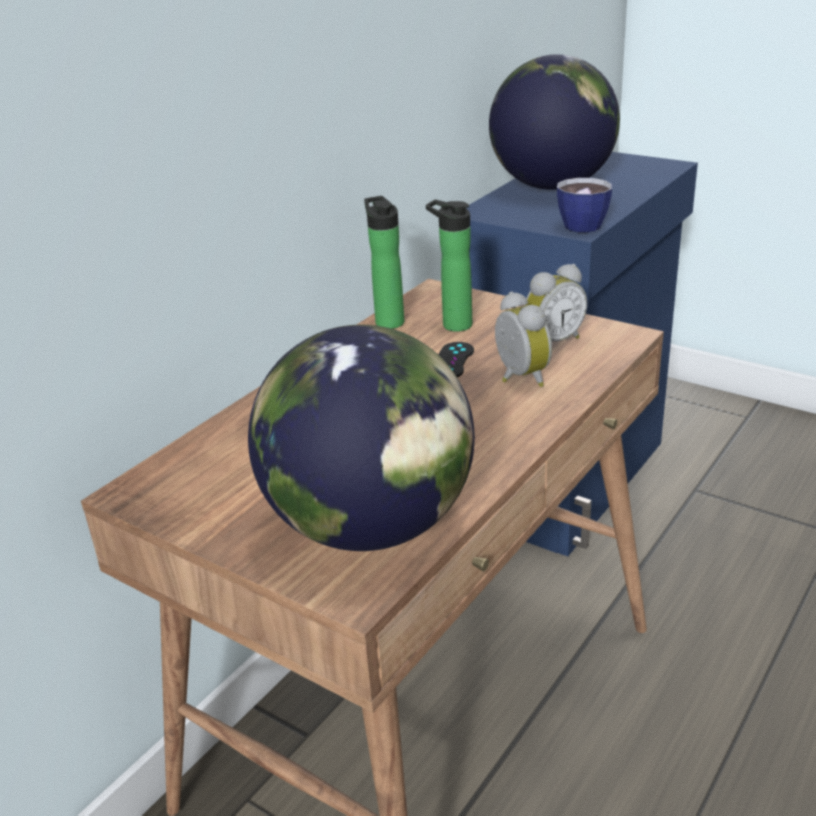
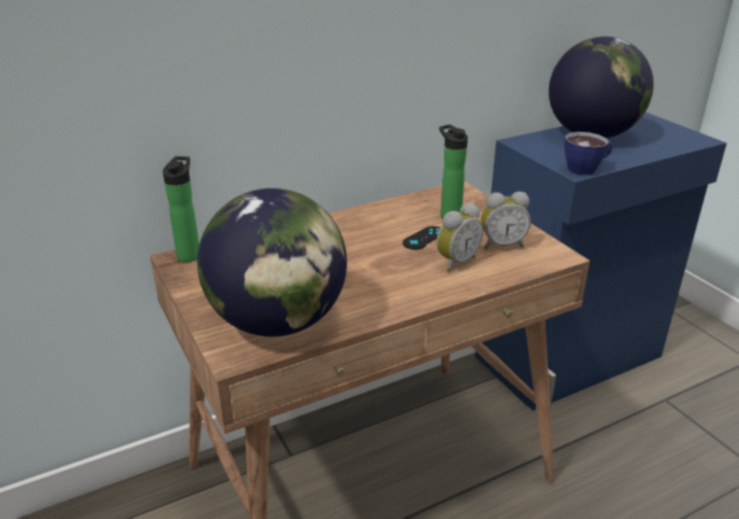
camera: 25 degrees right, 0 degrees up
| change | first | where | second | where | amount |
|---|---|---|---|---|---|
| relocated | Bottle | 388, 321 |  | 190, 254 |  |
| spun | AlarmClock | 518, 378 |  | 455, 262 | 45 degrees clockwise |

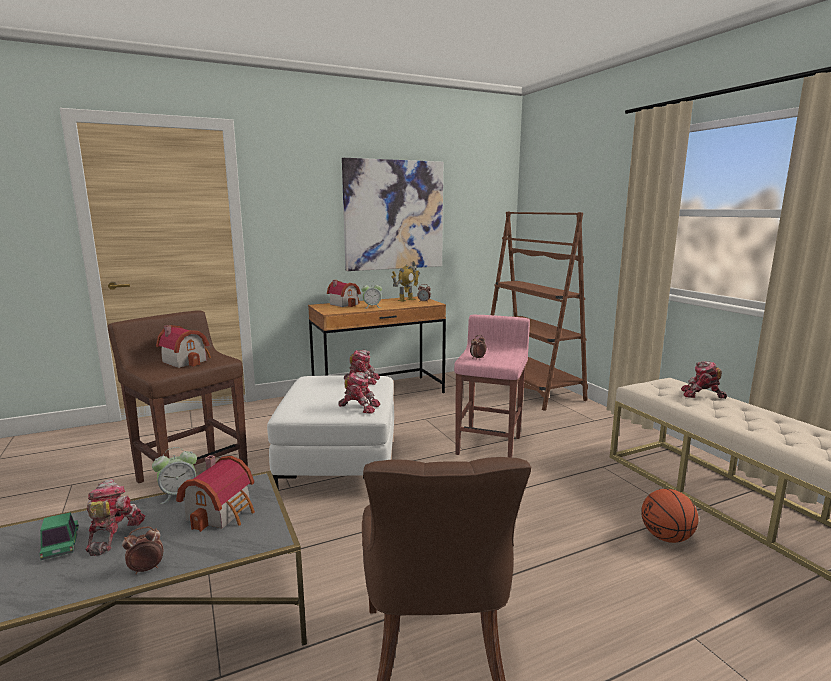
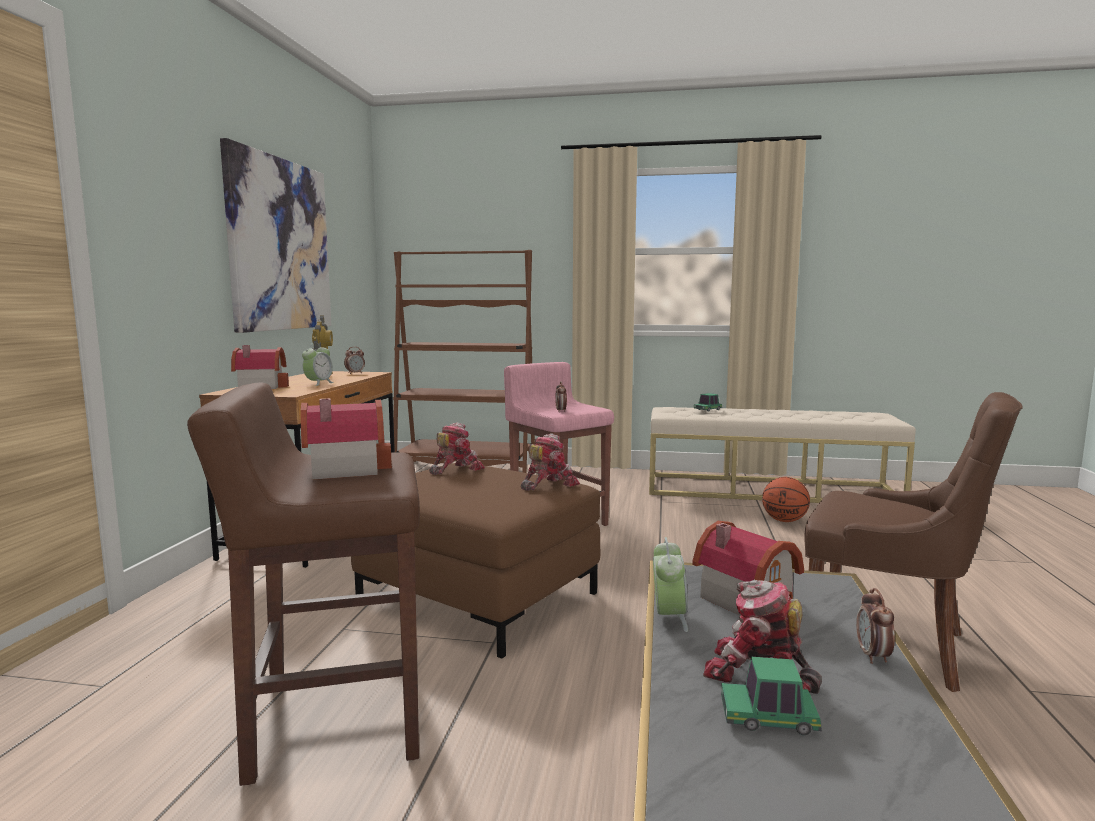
camera: 55 degrees left, 5 degrees down
| change | first | where | second | where | amount |
|---|---|---|---|---|---|
| exchanged | ToyRobot | 702, 395 | ToyCar | 707, 410 |  |
| colour | WhiteOttoman | 339, 463 | BrownOttoman | 476, 597 |  |

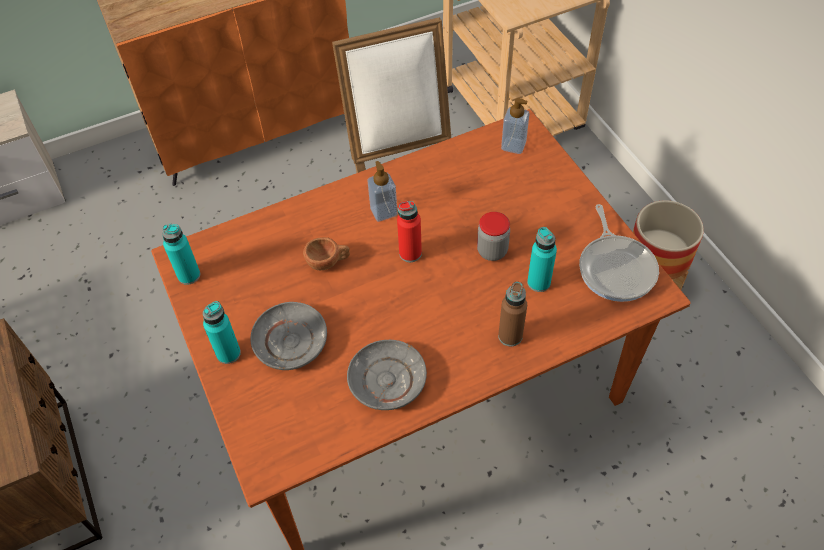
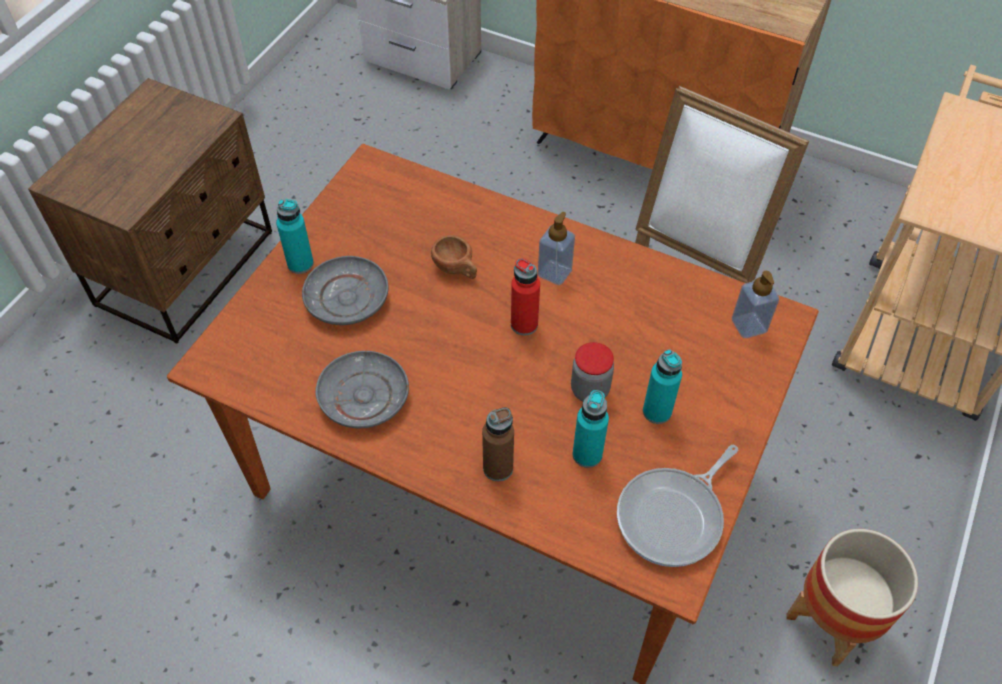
camera: 50 degrees right, 0 degrees up
| change | first | where | second | where | amount |
|---|---|---|---|---|---|
| relocated | TurquoiseBottle | 189, 275 |  | 657, 411 |  |

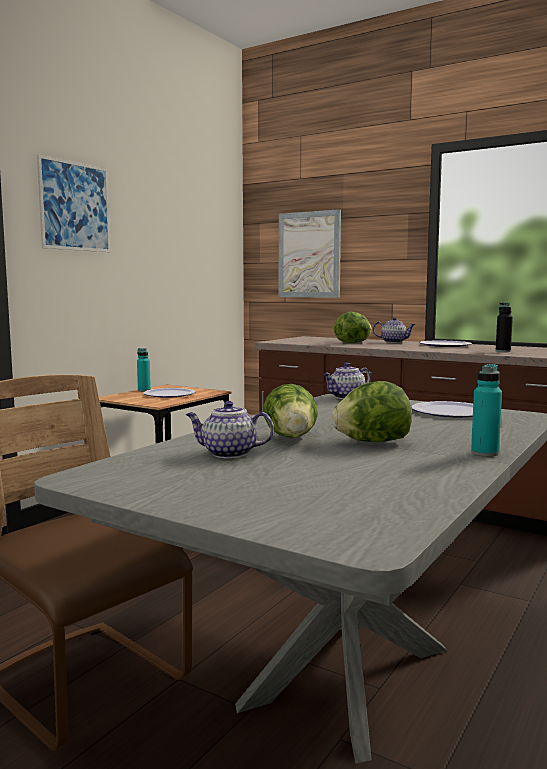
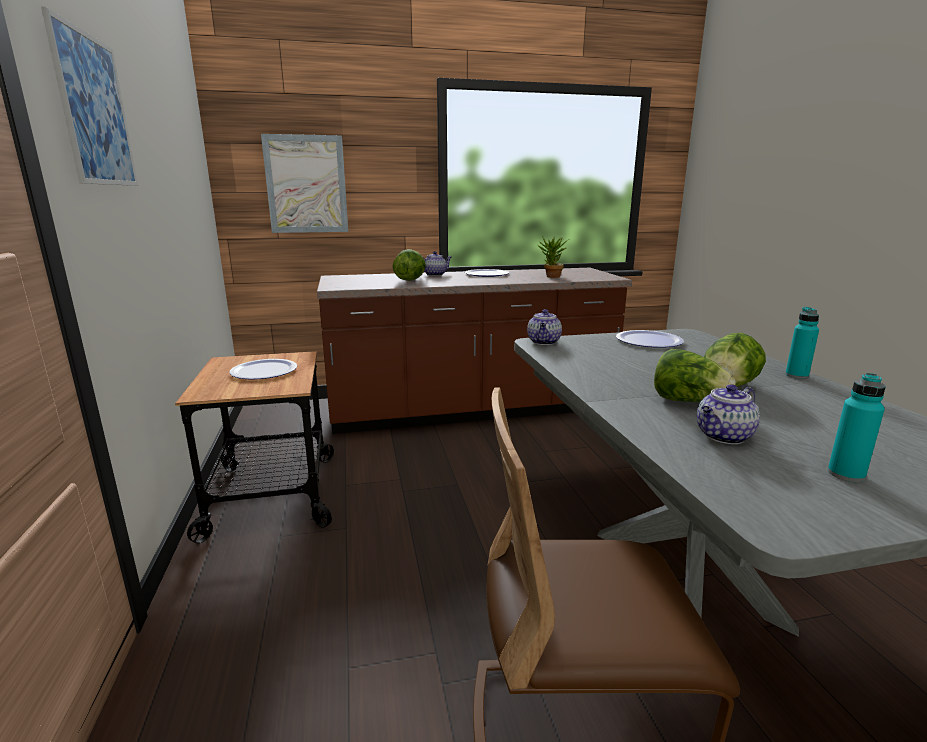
camera: 45 degrees left, 10 degrees up
| change | first | where | second | where | amount |
|---|---|---|---|---|---|
| relocated | TurquoiseBottle | 144, 390 |  | 846, 474 |  |
| exchanged | BlackBottle | 503, 351 | PottedPlant | 551, 277 |  |

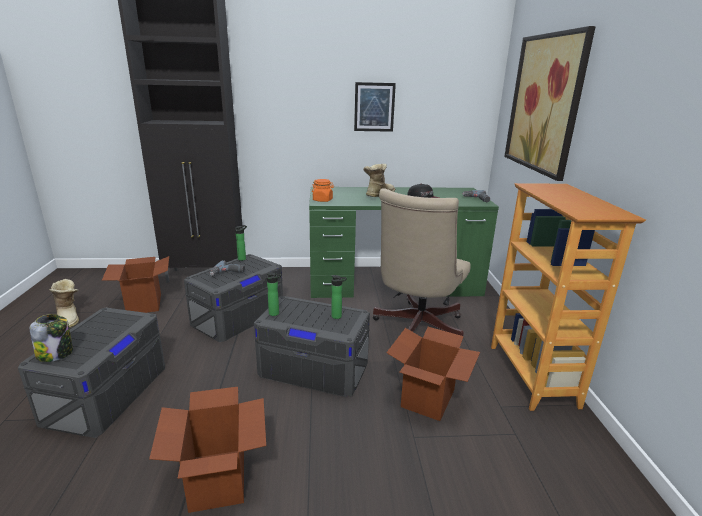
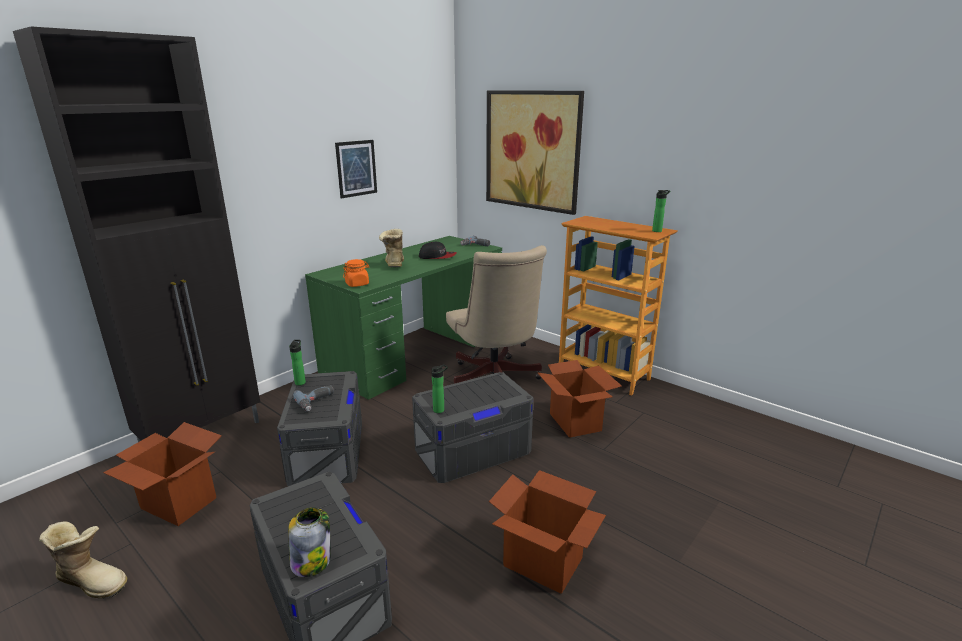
camera: 45 degrees left, 0 degrees up
| change | first | where | second | where | amount |
|---|---|---|---|---|---|
| relocated | Bottle | 338, 316 |  | 658, 231 |  |

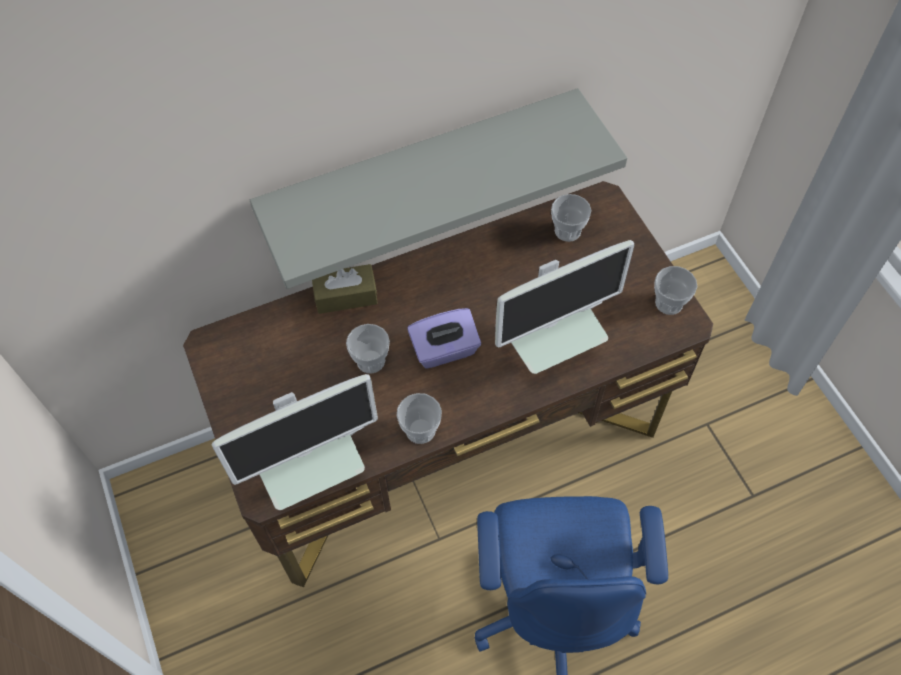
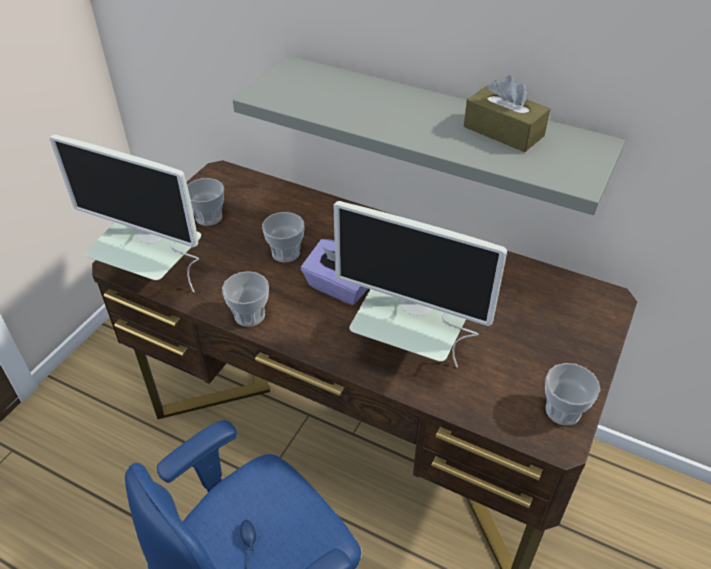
camera: 50 degrees right, 15 degrees down
| change | first | where | second | where | amount |
|---|---|---|---|---|---|
| relocated | BrownTissueBox | 346, 296 |  | 503, 131 |  |
| relocated | Cup | 567, 231 |  | 209, 217 |  |

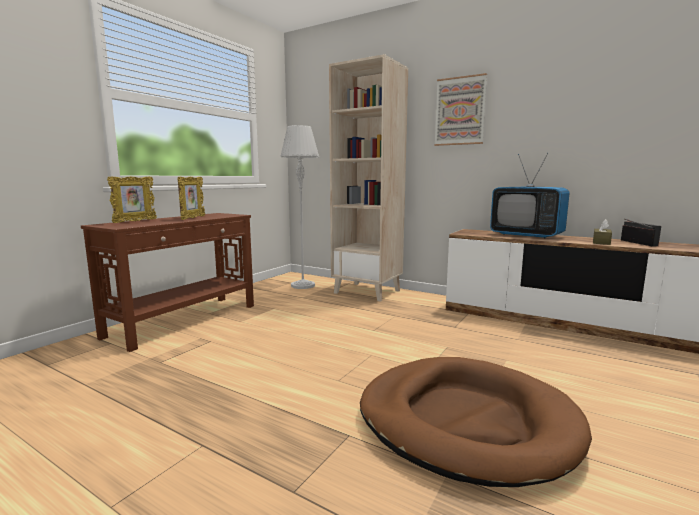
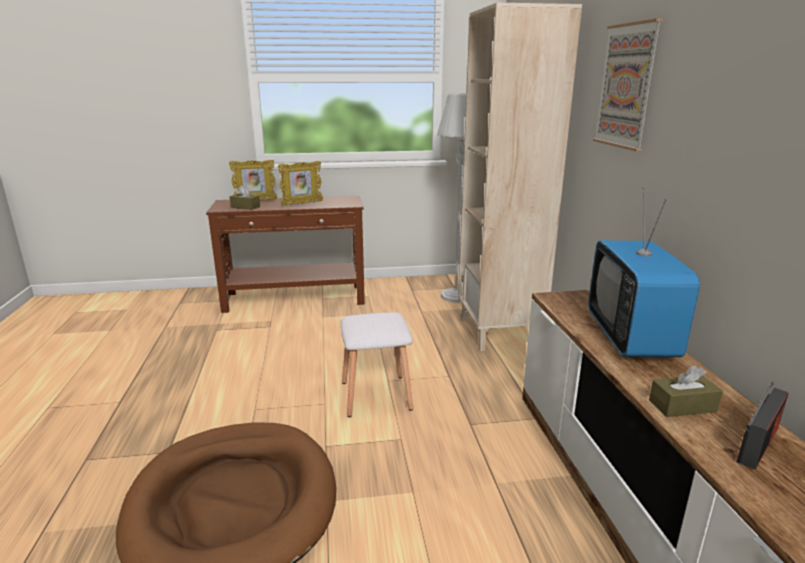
camera: 50 degrees right, 10 degrees up
| change | first | where | second | where | amount |
|---|---|---|---|---|---|
| appeared |  |  | BrownTissueBox | 245, 207 |  |
| appeared |  |  | WhiteStool | 377, 395 |  |

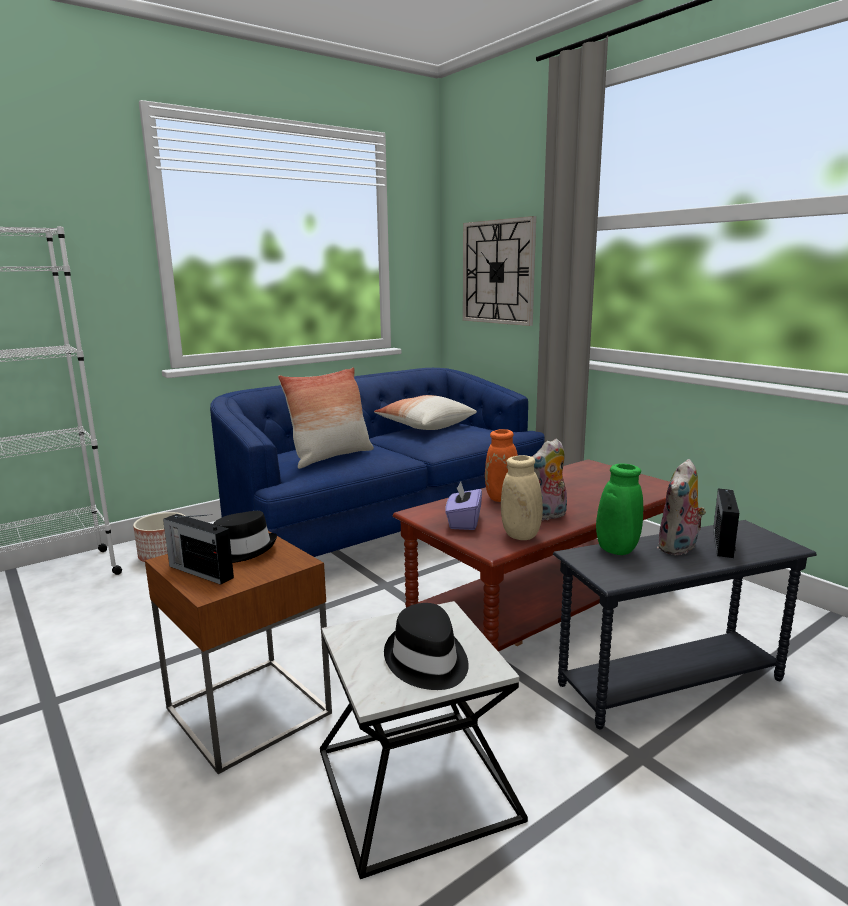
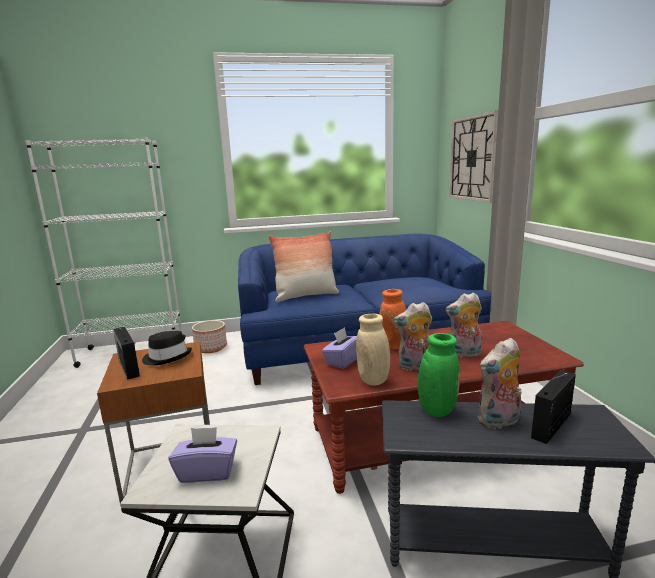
camera: 25 degrees right, 0 degrees up
| change | first | where | second | where | amount |
|---|---|---|---|---|---|
| missing | Pillow | 425, 426 |  |  |  |
| appeared |  |  | PlushToy | 464, 354 |  |
| exchanged | BlackHat | 426, 661 | PurpleTissueBox | 207, 471 |  |

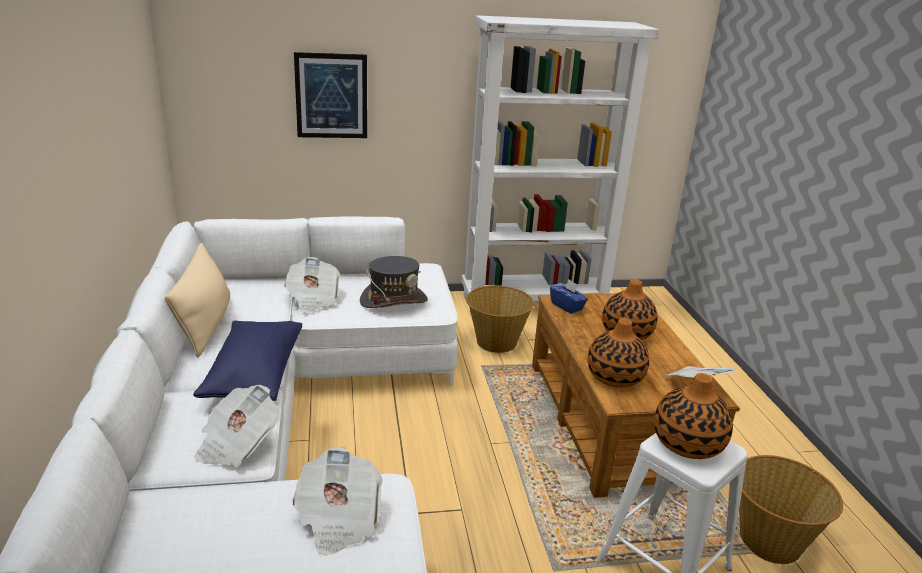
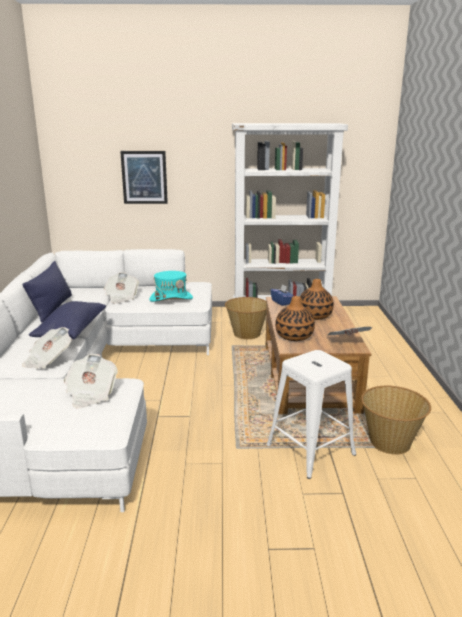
camera: 10 degrees right, 5 degrees down
| change | first | where | second | where | amount |
|---|---|---|---|---|---|
| missing | Vase | 687, 443 |  |  |  |
| colour | BeigePillow | 205, 324 | BluePillow | 52, 308 |  |
| colour | GreyHat | 393, 300 | TurquoiseHat | 171, 298 |  |

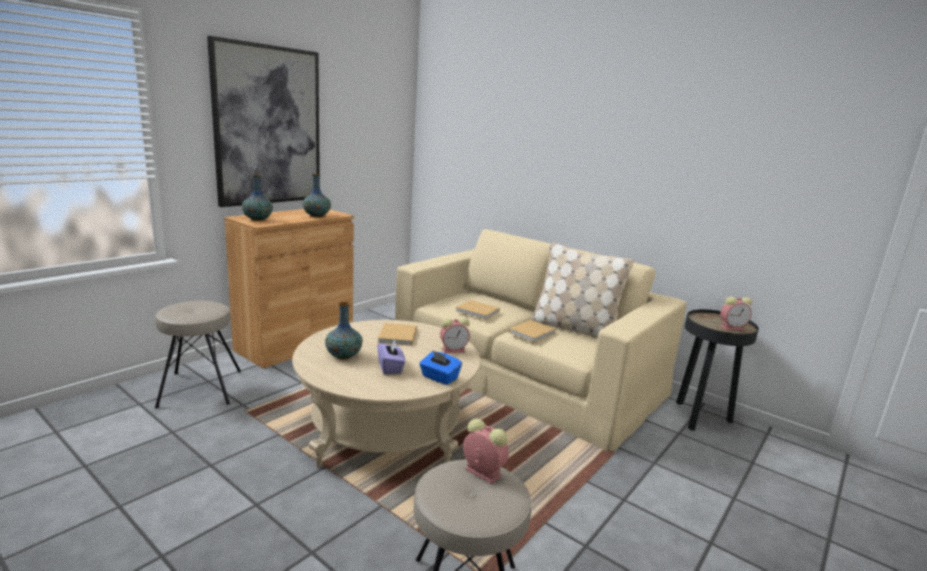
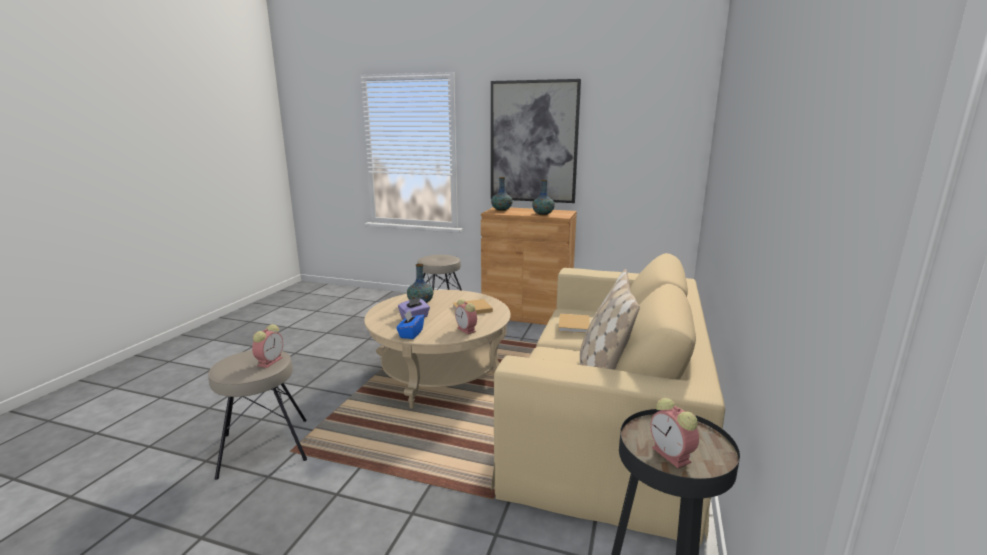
camera: 70 degrees right, 0 degrees up
| change | first | where | second | where | amount |
|---|---|---|---|---|---|
| missing | BeigeBook | 533, 332 |  |  |  |

